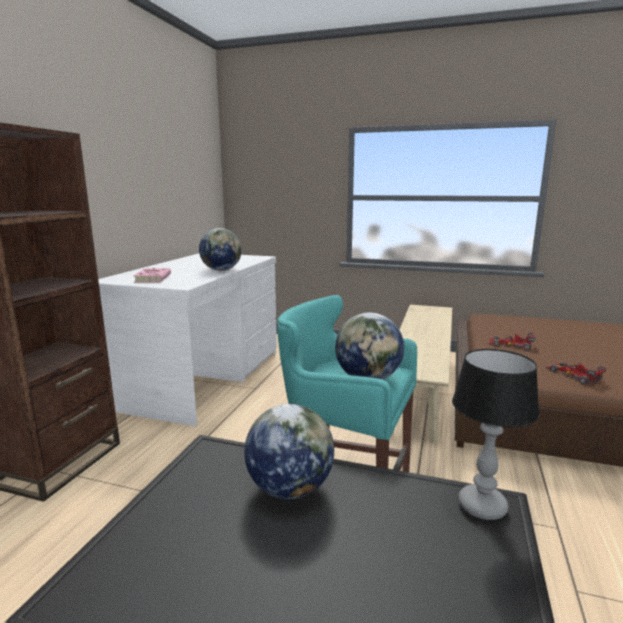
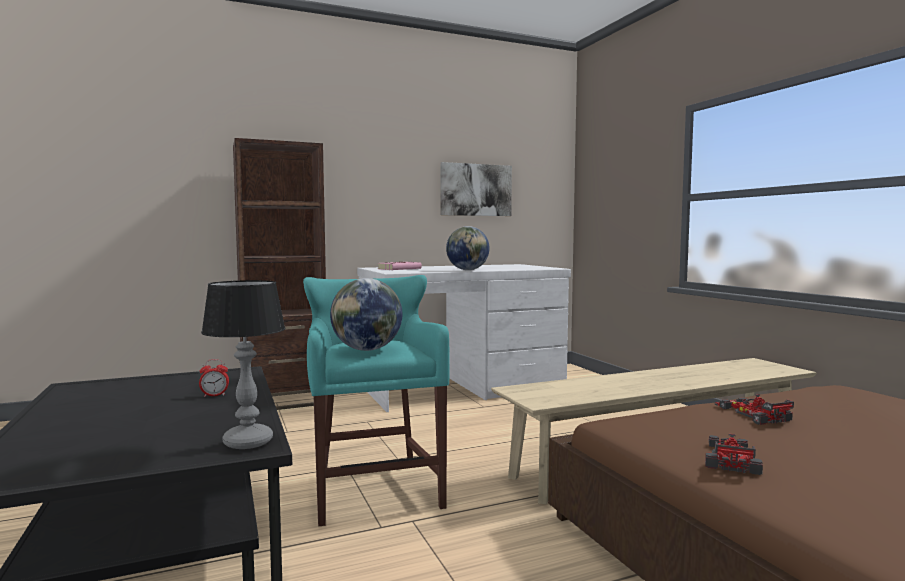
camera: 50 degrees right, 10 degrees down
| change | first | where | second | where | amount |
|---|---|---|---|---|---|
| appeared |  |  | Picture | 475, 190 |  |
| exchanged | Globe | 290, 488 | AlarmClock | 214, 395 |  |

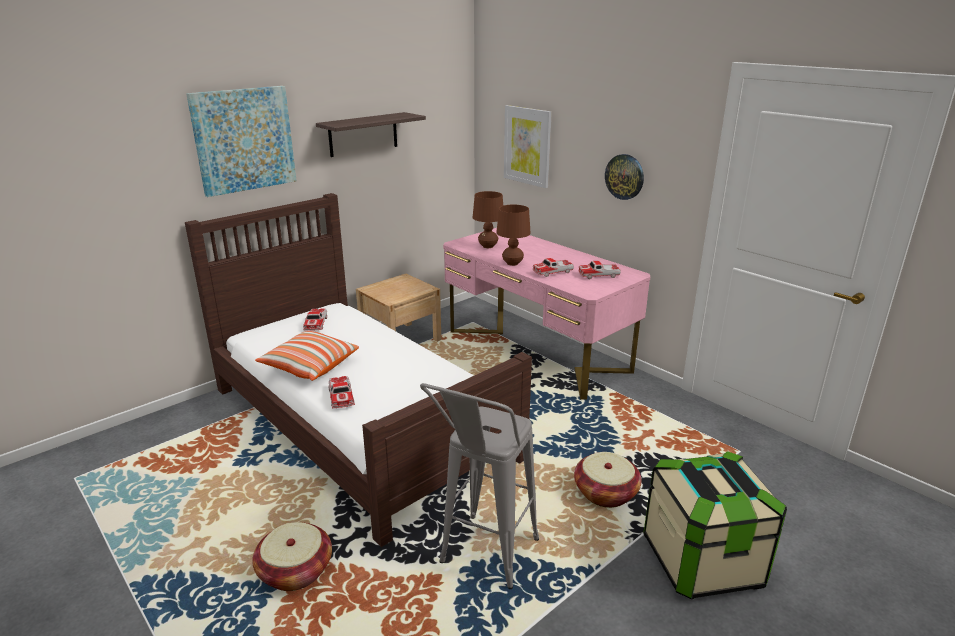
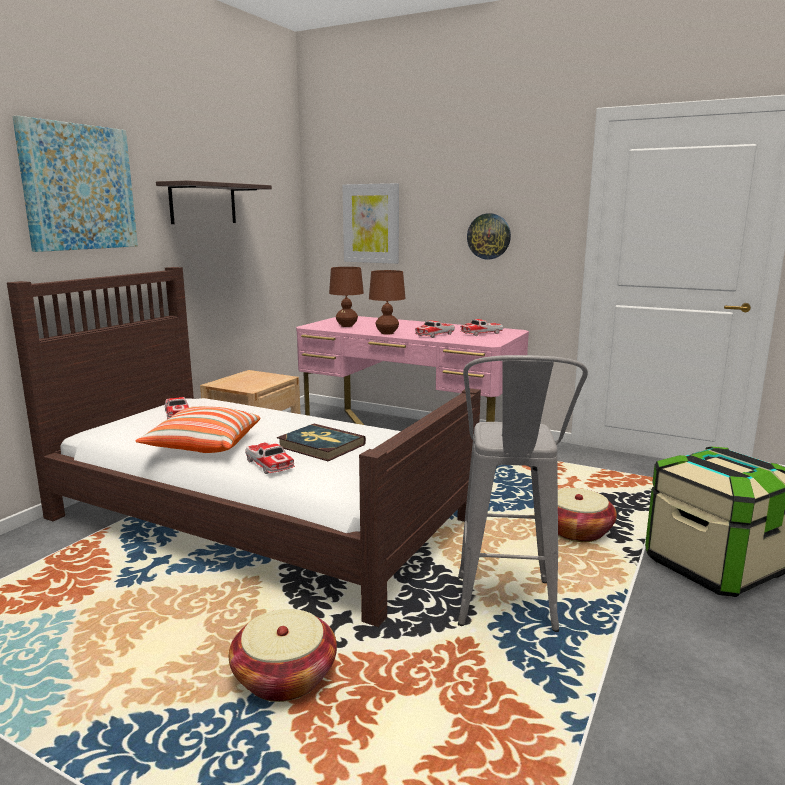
camera: 20 degrees left, 10 degrees down
| change | first | where | second | where | amount |
|---|---|---|---|---|---|
| appeared |  |  | Book | 321, 446 |  |

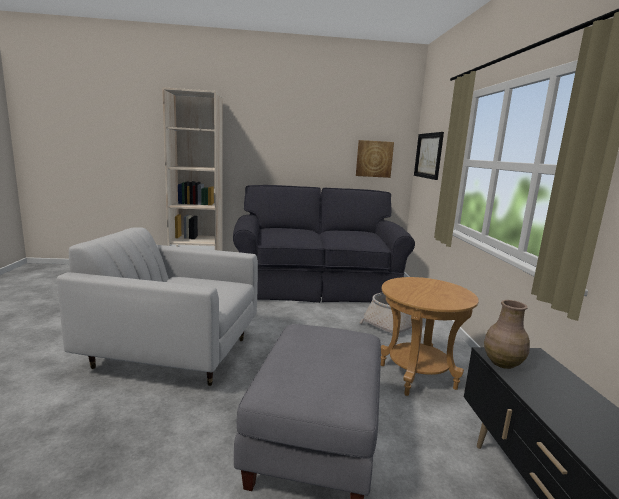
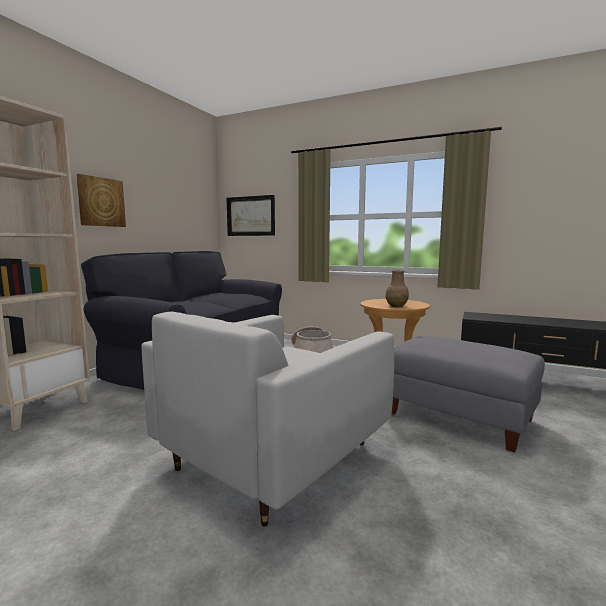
camera: 60 degrees left, 5 degrees down
| change | first | where | second | where | amount |
|---|---|---|---|---|---|
| relocated | Picture | 374, 159 |  | 101, 202 |  |
| relocated | BrownVase | 503, 363 |  | 396, 306 |  |

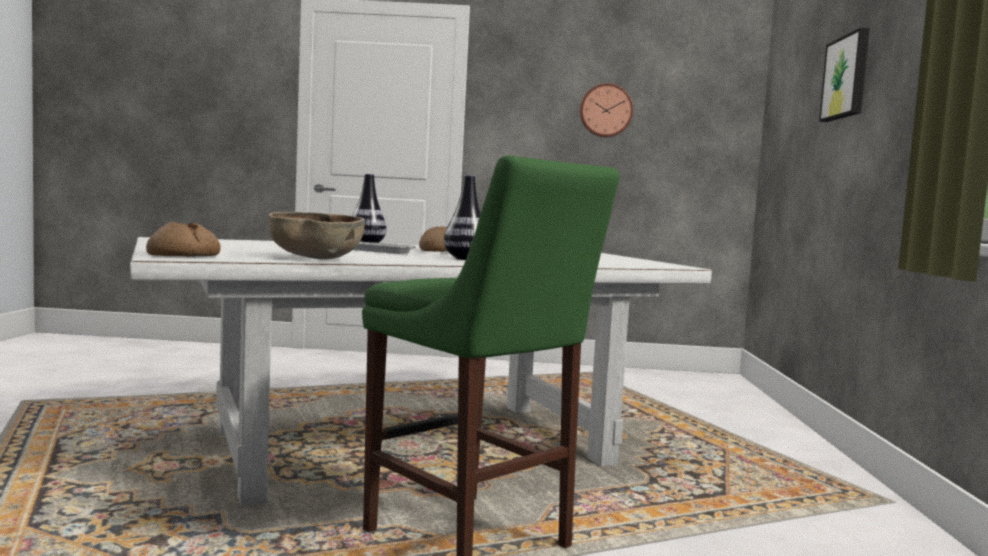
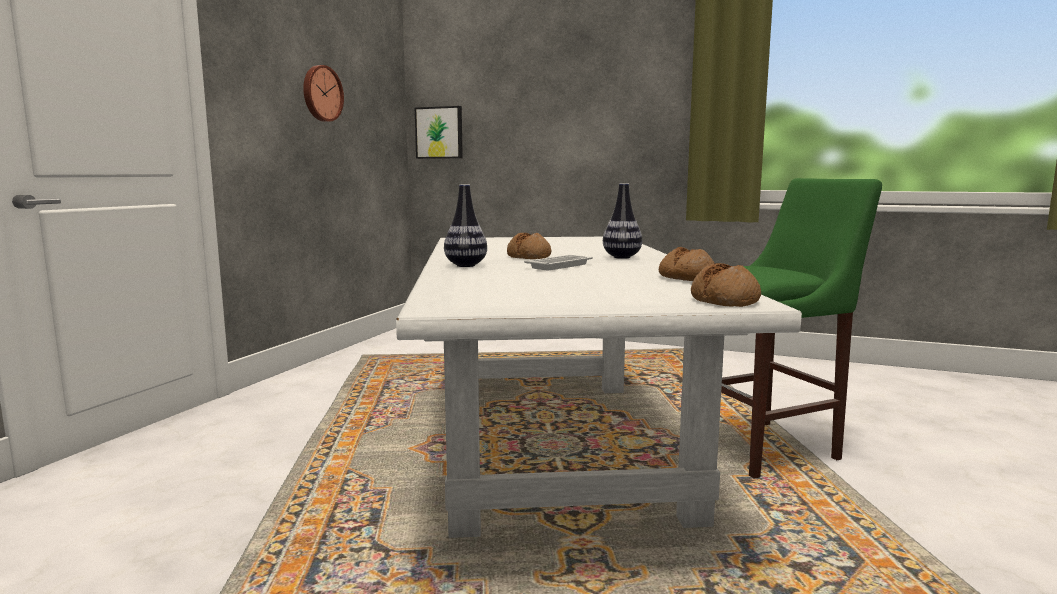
camera: 70 degrees left, 5 degrees up
| change | first | where | second | where | amount |
|---|---|---|---|---|---|
| relocated | Picture | 847, 77 |  | 439, 133 |  |
| exchanged | BrownBowl | 316, 258 | Bread | 686, 278 |  |

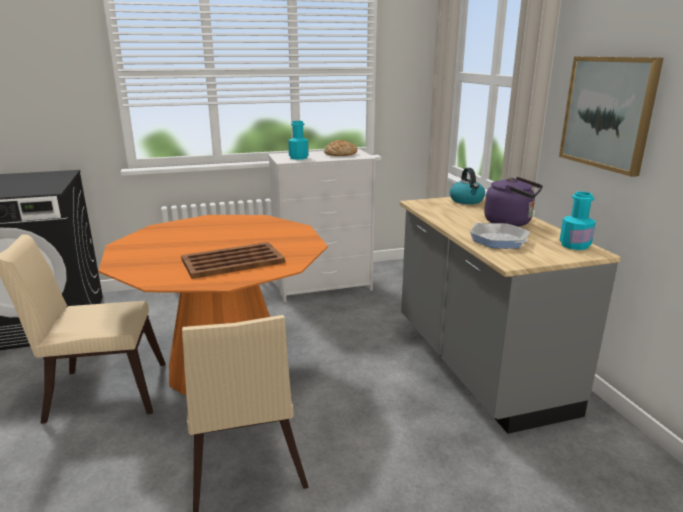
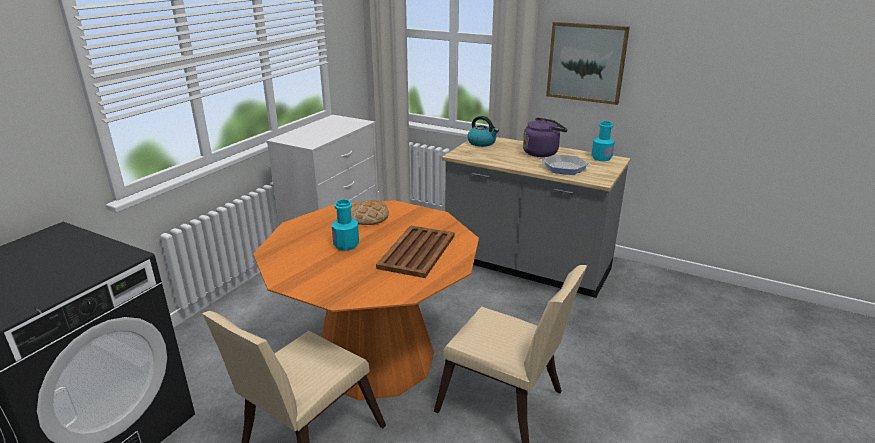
camera: 45 degrees left, 5 degrees up
| change | first | where | second | where | amount |
|---|---|---|---|---|---|
| relocated | TurquoiseBottle | 298, 158 |  | 346, 245 |  |
| relocated | Bread | 340, 153 |  | 369, 217 |  |

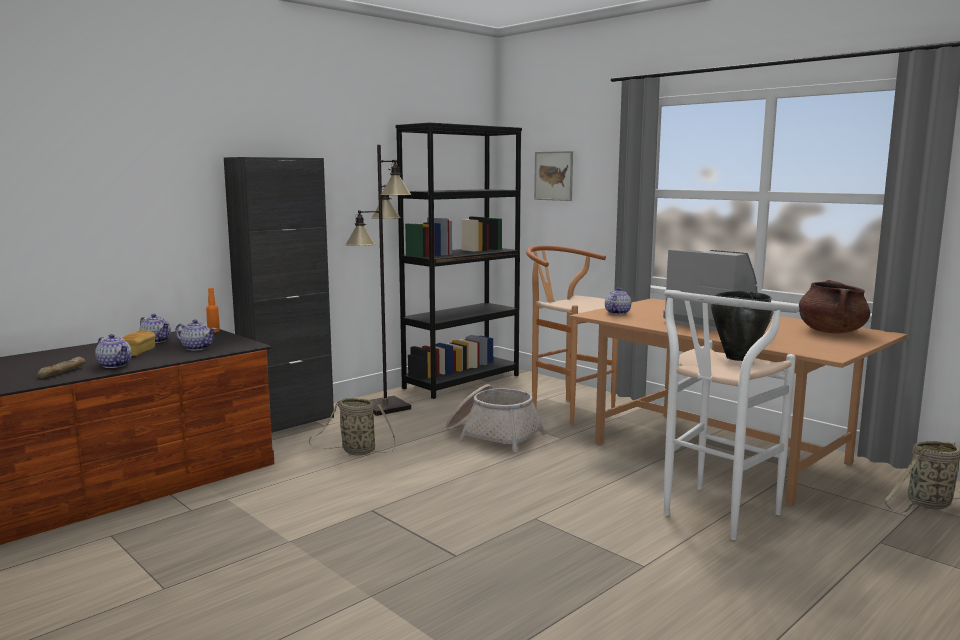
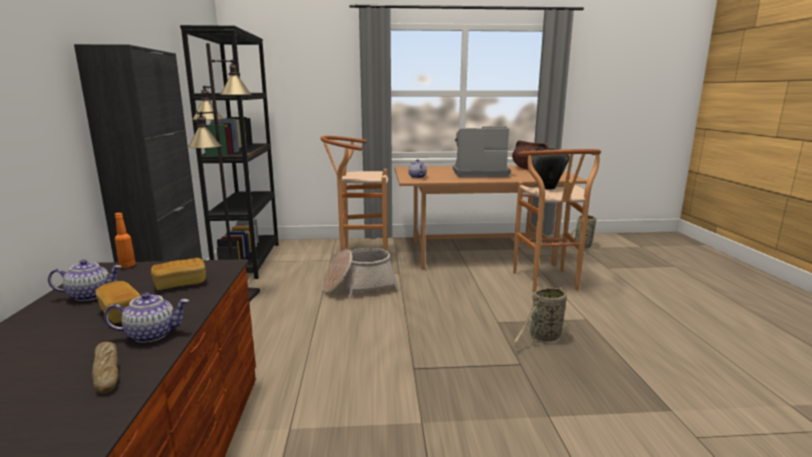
camera: 50 degrees left, 5 degrees up
| change | first | where | second | where | amount |
|---|---|---|---|---|---|
| missing | Picture | 553, 176 |  |  |  |
| relocated | Basket | 356, 451 |  | 543, 337 |  |
| exchanged | Teapot | 197, 348 | Bread | 180, 284 |  |
| colour | WhiteStool | 713, 516 | BrownStool | 548, 283 |  |

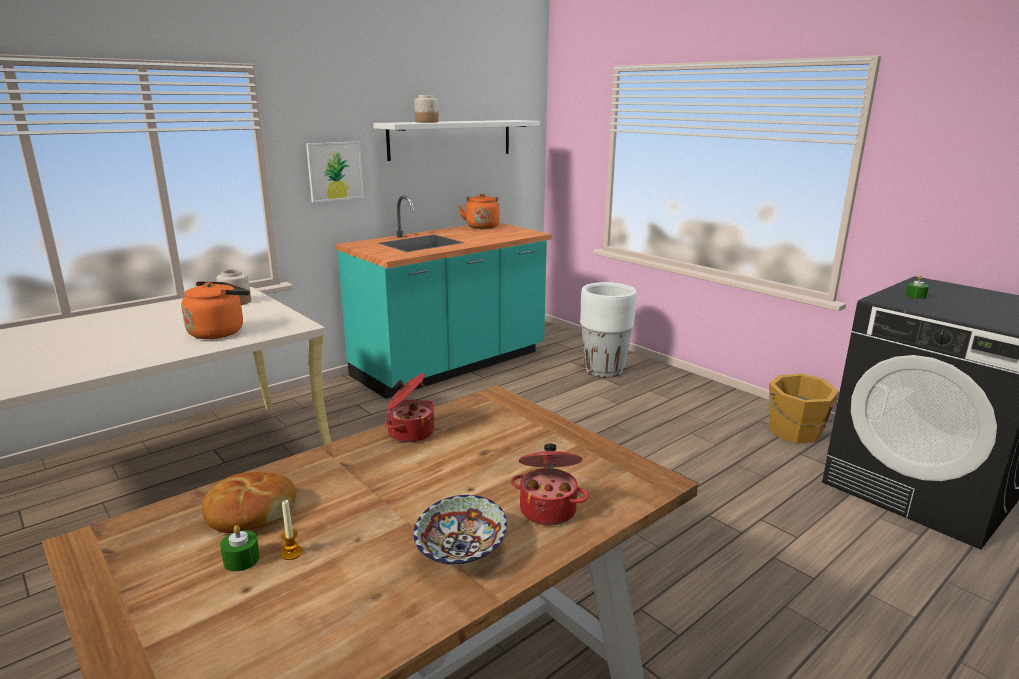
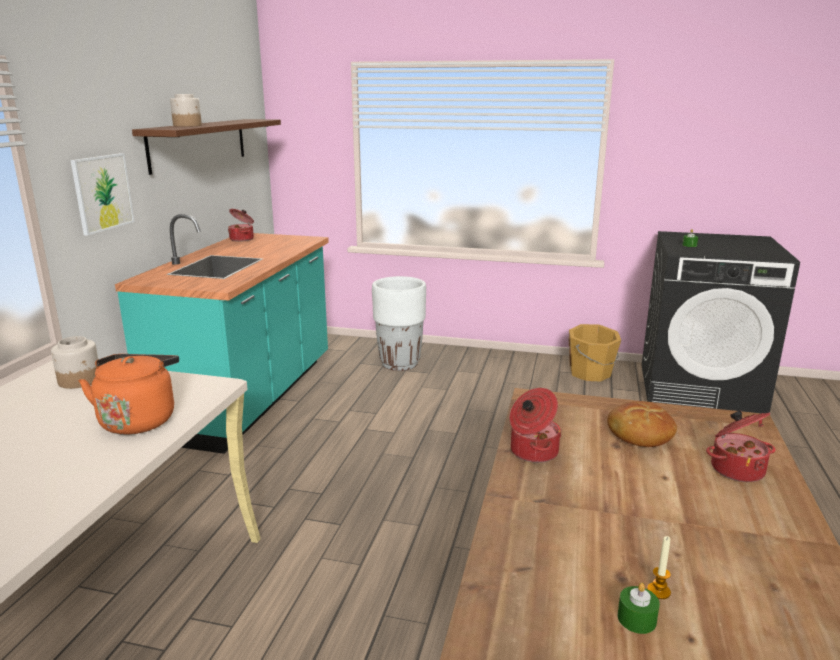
camera: 35 degrees left, 0 degrees up
| change | first | where | second | where | amount |
|---|---|---|---|---|---|
| missing | Bowl | 460, 552 |  |  |  |
| relocated | Bread | 250, 513 |  | 639, 434 |  |
| exchanged | OrangeKettle | 482, 226 | CookingPot | 242, 239 |  |
| colour | WhiteShelf | 451, 139 | BrownShelf | 199, 144 |  |

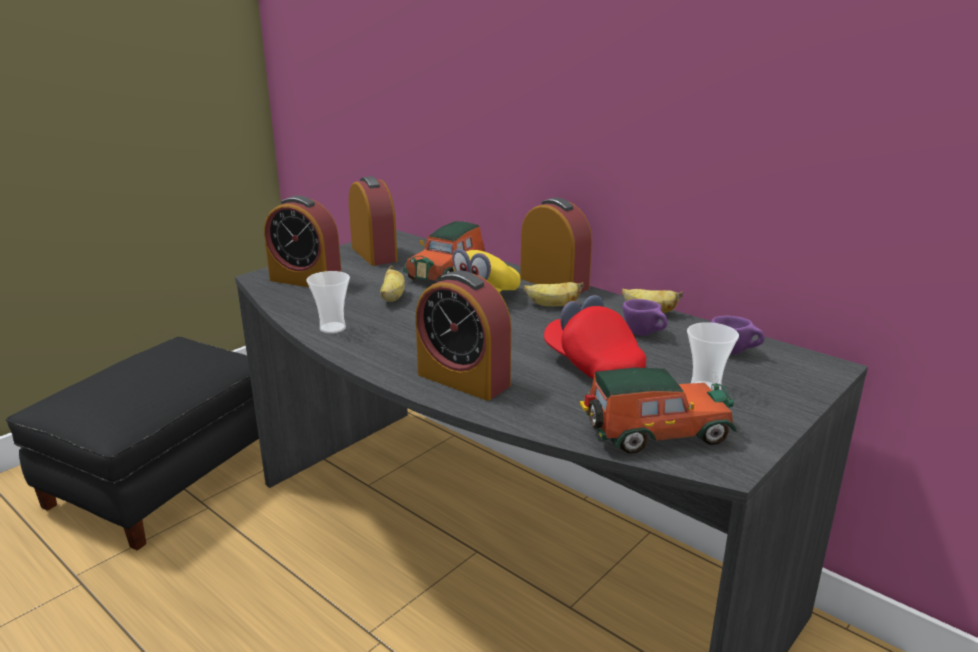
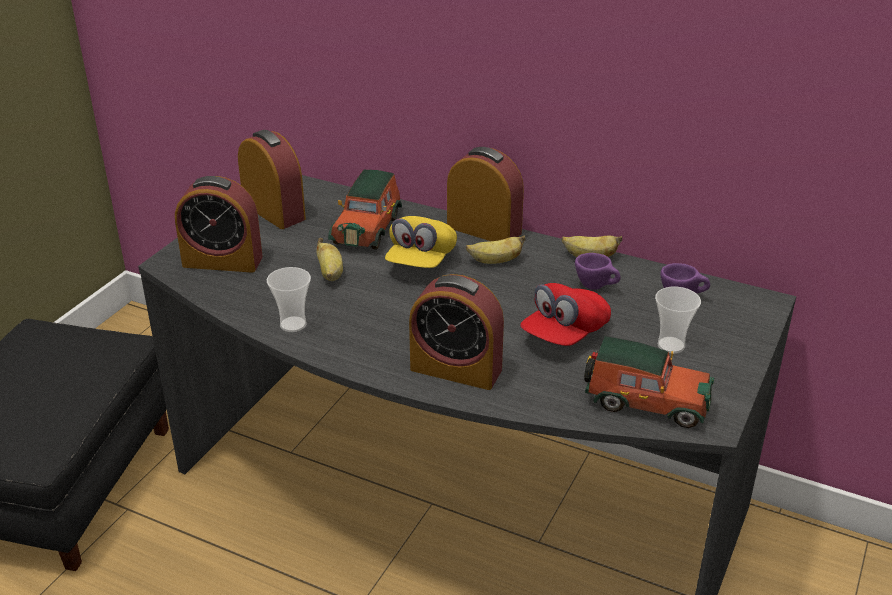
camera: 15 degrees left, 10 degrees up
| change | first | where | second | where | amount |
|---|---|---|---|---|---|
| spun | RedCap | 592, 366 |  | 564, 334 | 90 degrees counterclockwise |
| spun | ToyCar | 653, 433 |  | 644, 401 | 45 degrees clockwise |

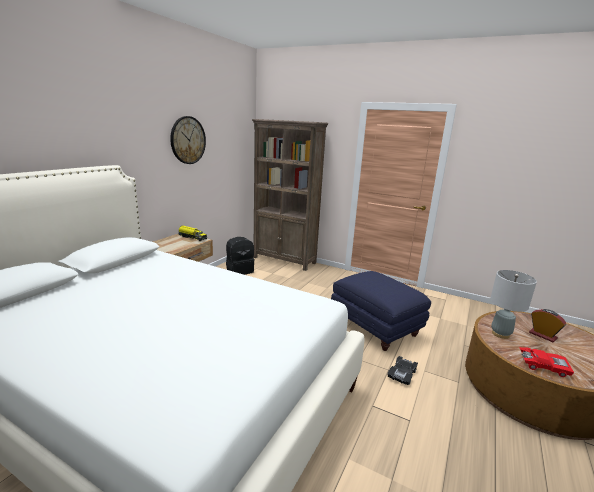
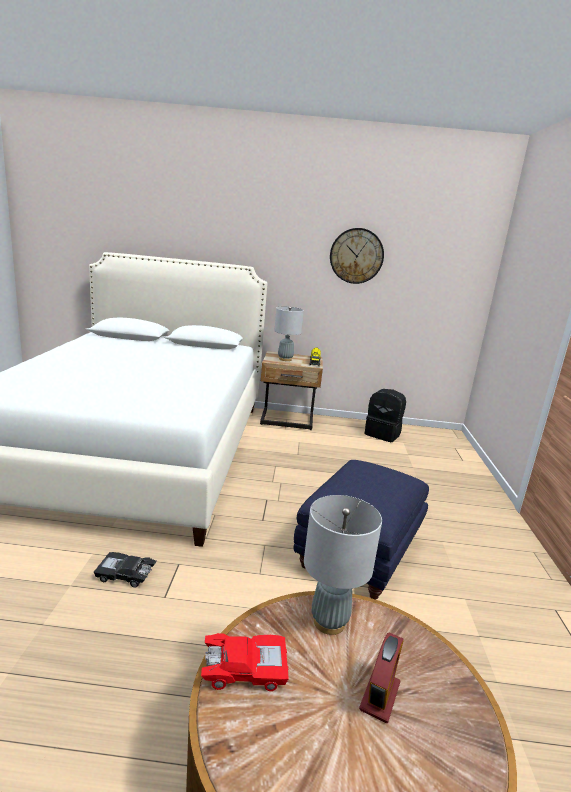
camera: 65 degrees right, 0 degrees up
| change | first | where | second | where | amount |
|---|---|---|---|---|---|
| missing | BrownBookcase | 284, 260 |  |  |  |
| appeared |  |  | GreyTableLamp | 285, 359 |  |
| relocated | BlackToyCar | 402, 374 |  | 125, 574 |  |
| spun | RedToyCar | 543, 366 |  | 244, 668 | 90 degrees counterclockwise |

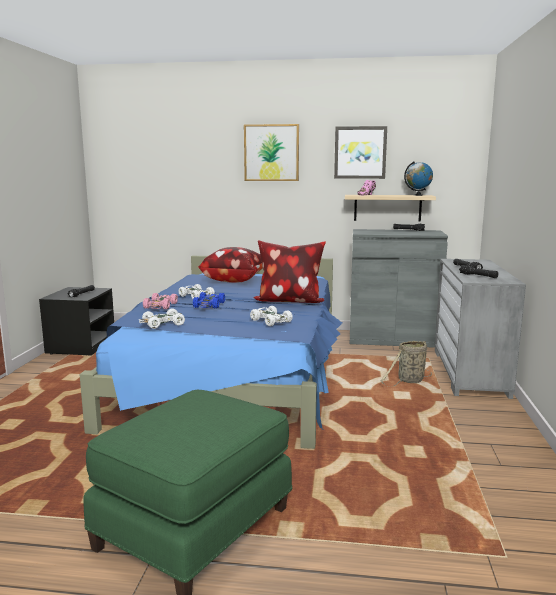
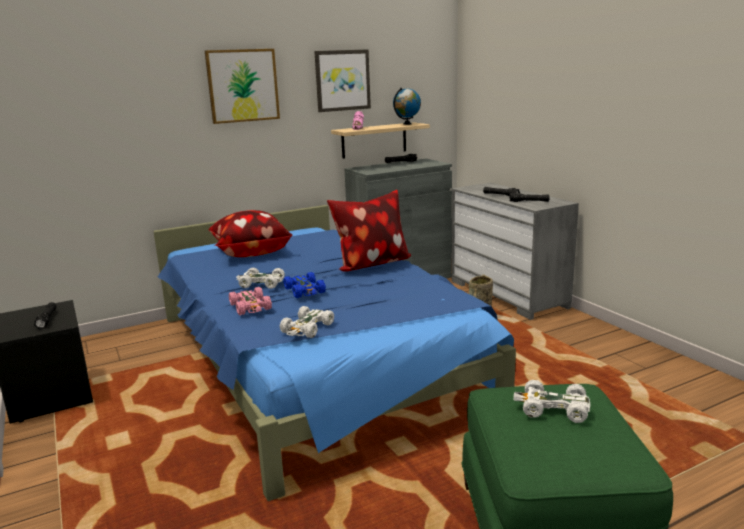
camera: 35 degrees left, 5 degrees up
| change | first | where | second | where | amount |
|---|---|---|---|---|---|
| relocated | WhiteToyCar | 270, 321 |  | 552, 409 |  |

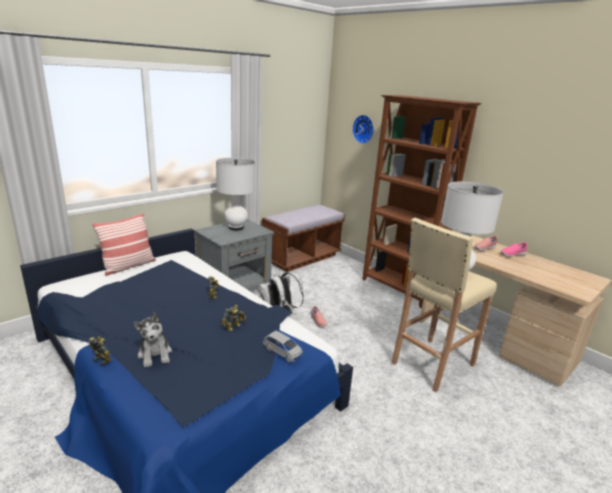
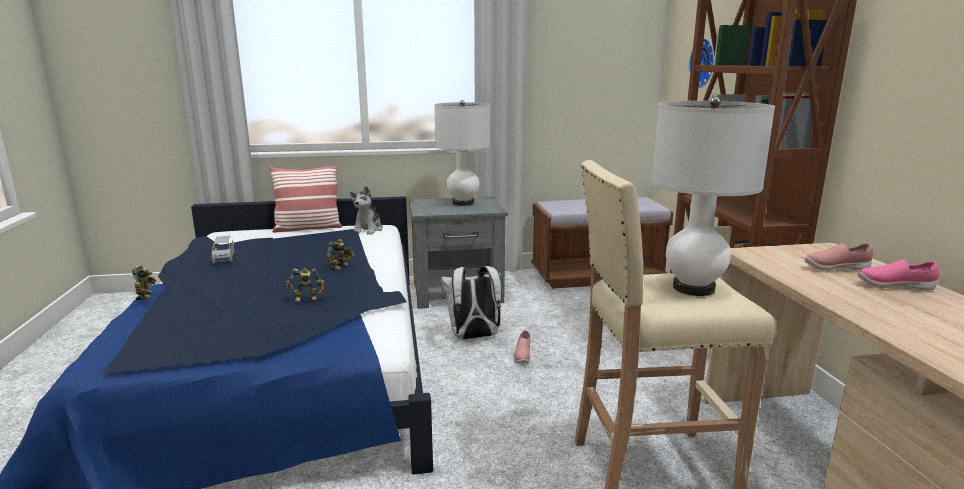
camera: 35 degrees right, 5 degrees down
| change | first | where | second | where | amount |
|---|---|---|---|---|---|
| relocated | PlushToy | 155, 354 |  | 368, 230 |  |
| relocated | GreyToyCar | 283, 352 |  | 223, 257 |  |

